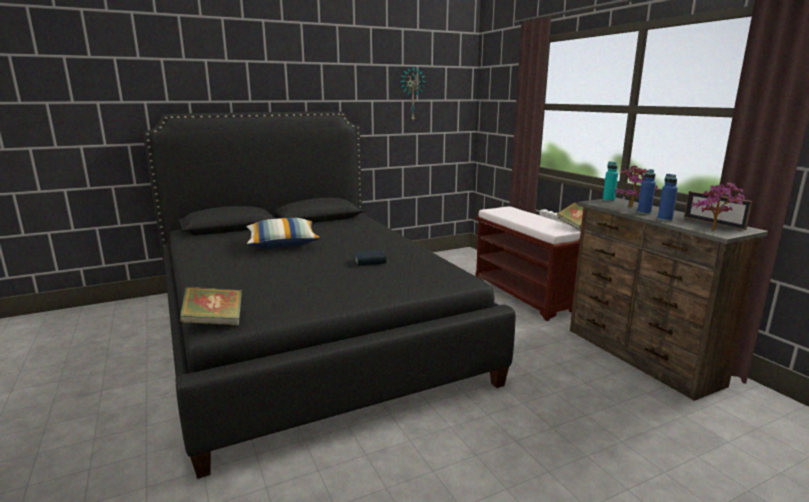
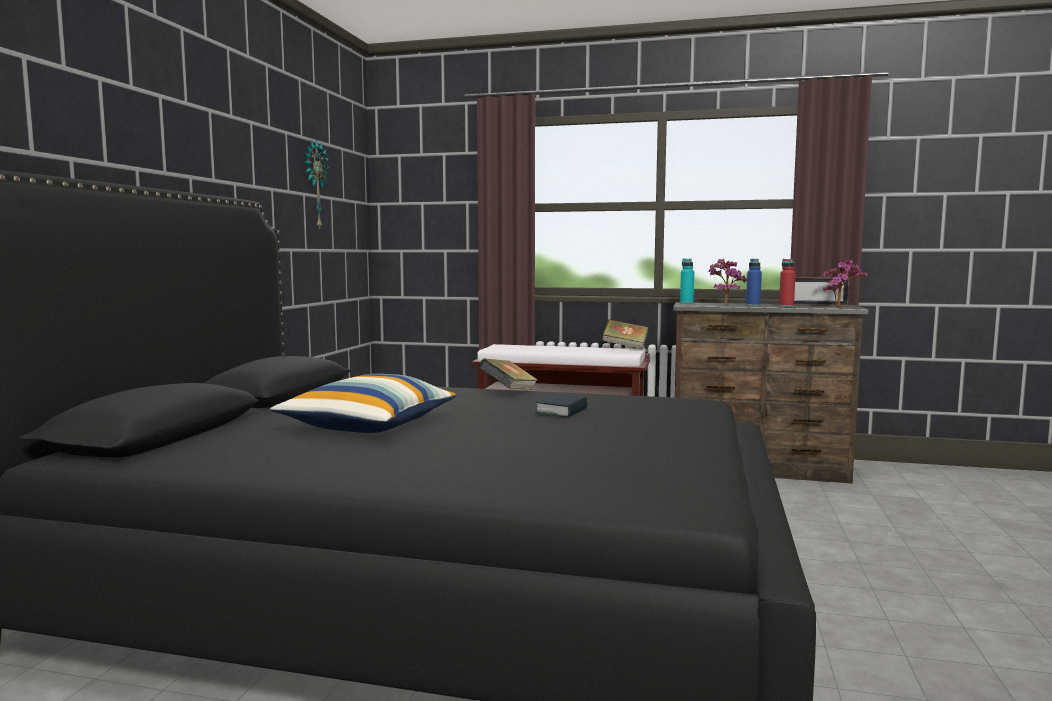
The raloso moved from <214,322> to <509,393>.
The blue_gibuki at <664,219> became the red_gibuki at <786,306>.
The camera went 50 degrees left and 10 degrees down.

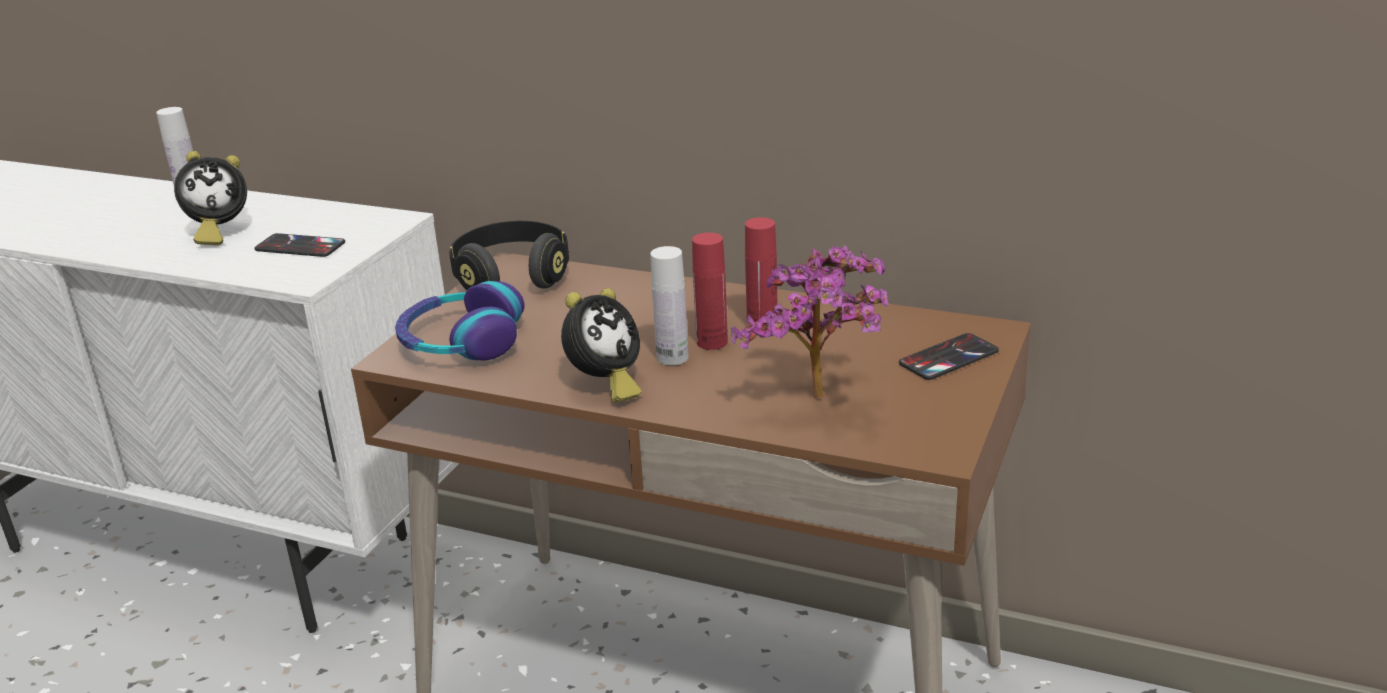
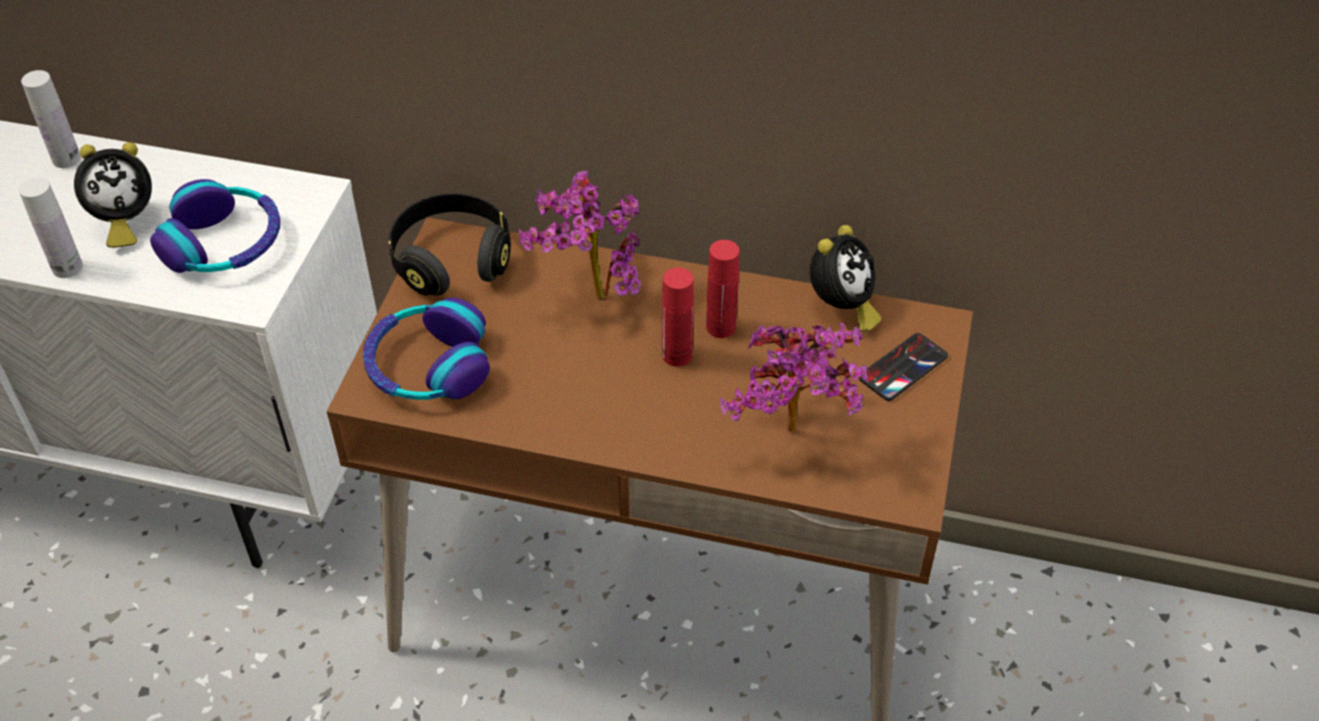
The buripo at <590,296> appeared.
The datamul moved from <605,385> to <841,308>.
The white_gibuki moved from <672,357> to <67,267>.
The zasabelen at <300,246> was replaced by the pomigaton at <224,244>.
The camera went 10 degrees left and 20 degrees up.

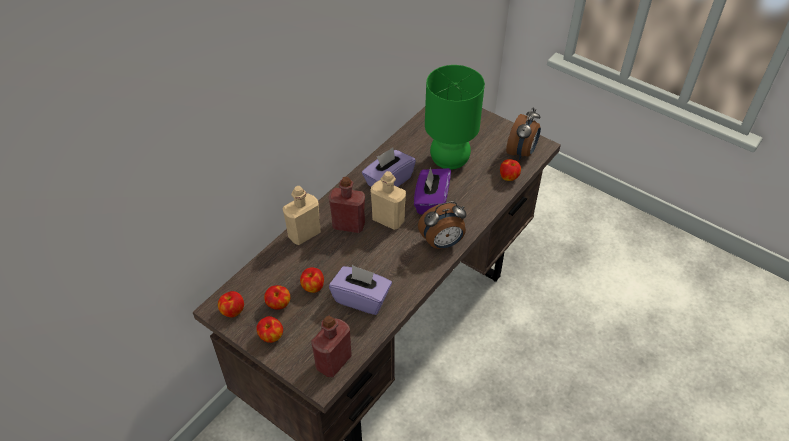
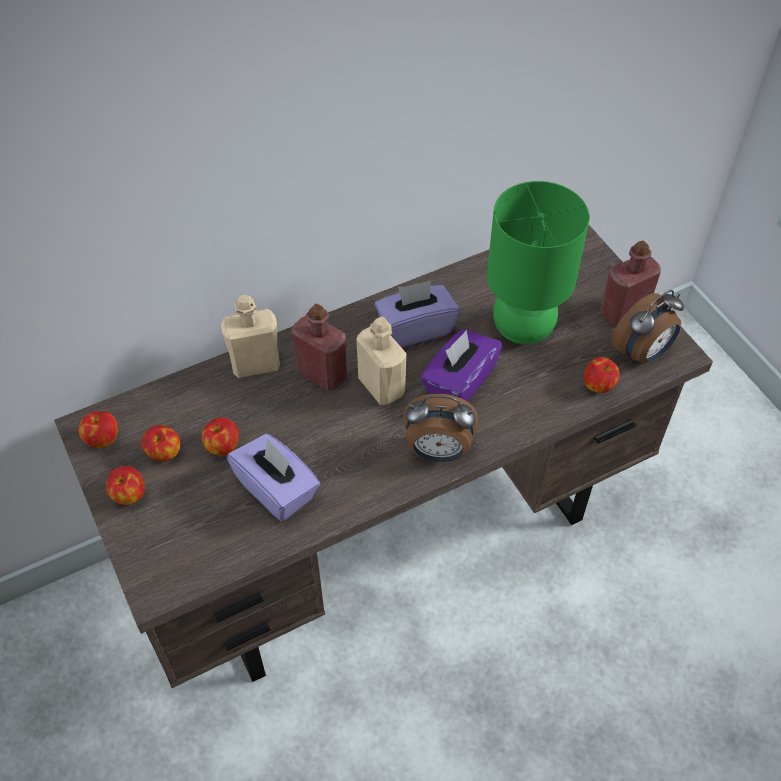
The red_gibuki moved from <333,362> to <623,312>.
The camera went 25 degrees right and 5 degrees up.

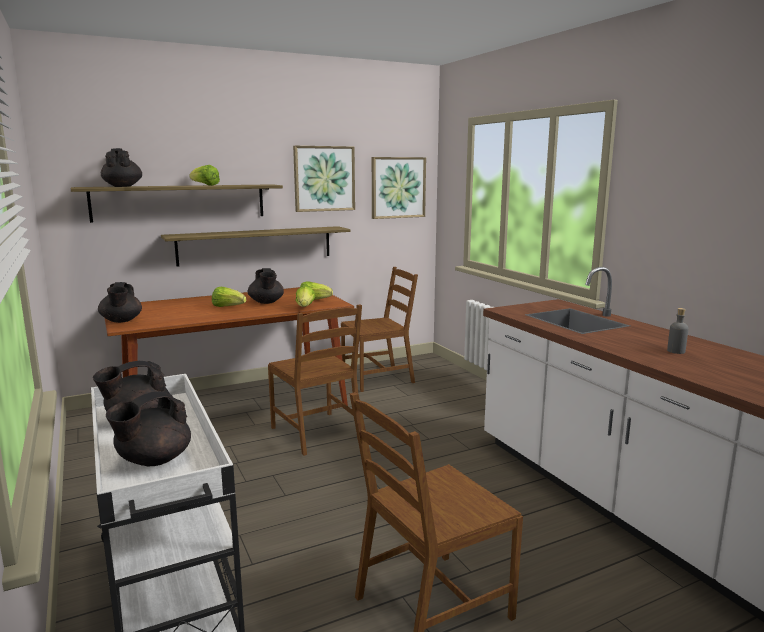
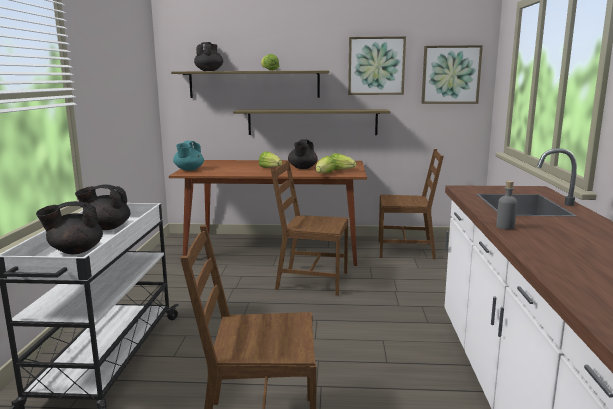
The grey_gibuki moved from <676,351> to <505,227>.
The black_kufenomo at <121,321> became the turquoise_kufenomo at <189,169>.
The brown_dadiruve at <317,433> turned 105 degrees clockwise.
The camera went 30 degrees right and 0 degrees up.

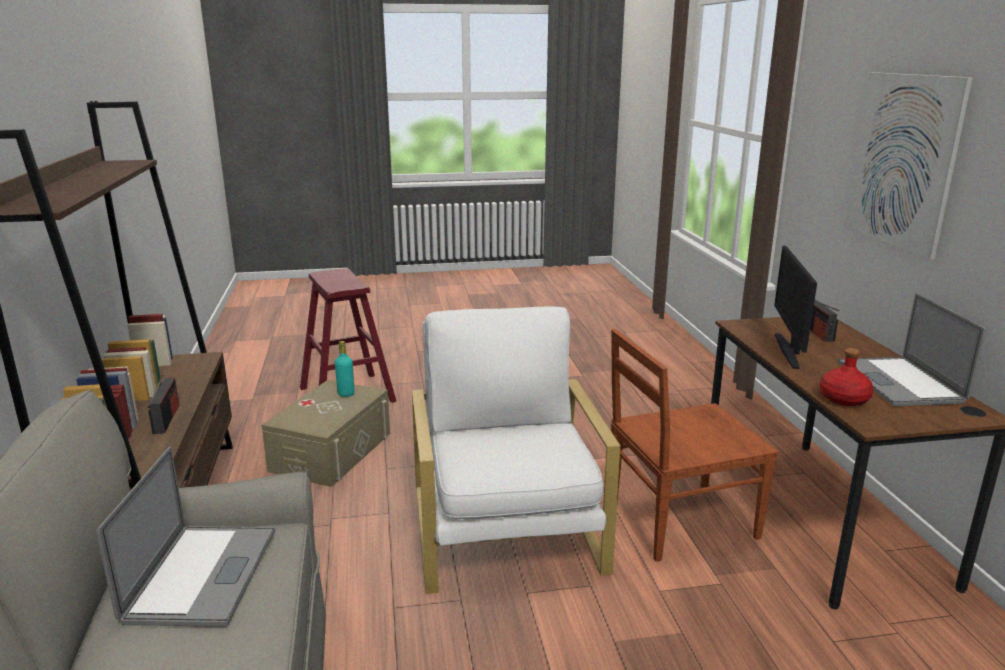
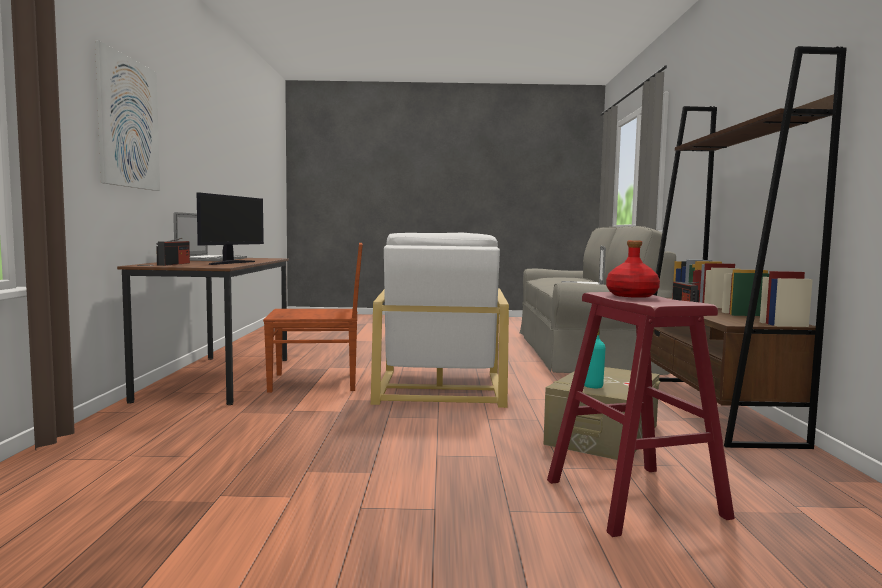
The red_gibuki moved from <844,398> to <631,295>.
The camera went 170 degrees left and 15 degrees down.

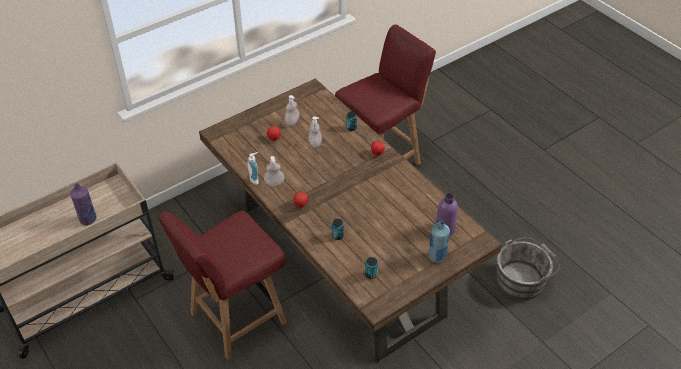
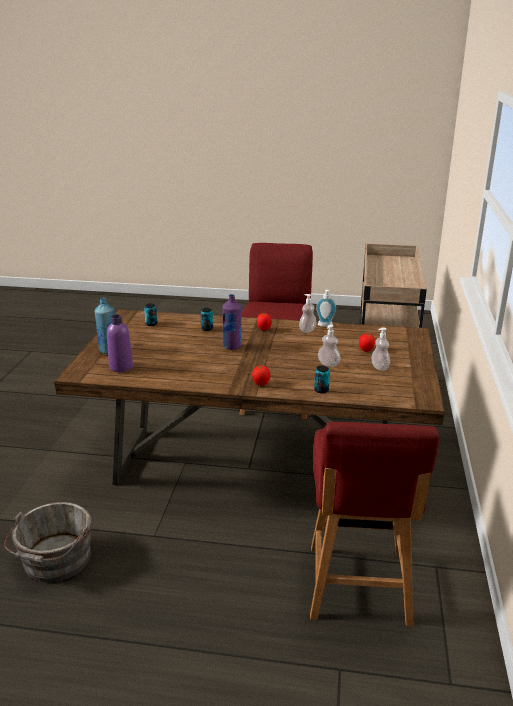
The purple_gibuki moved from <88,219> to <232,346>.
The camera went 135 degrees right and 20 degrees down.

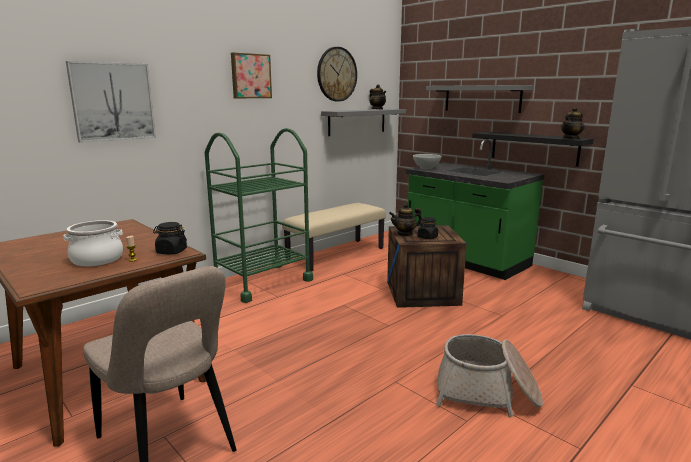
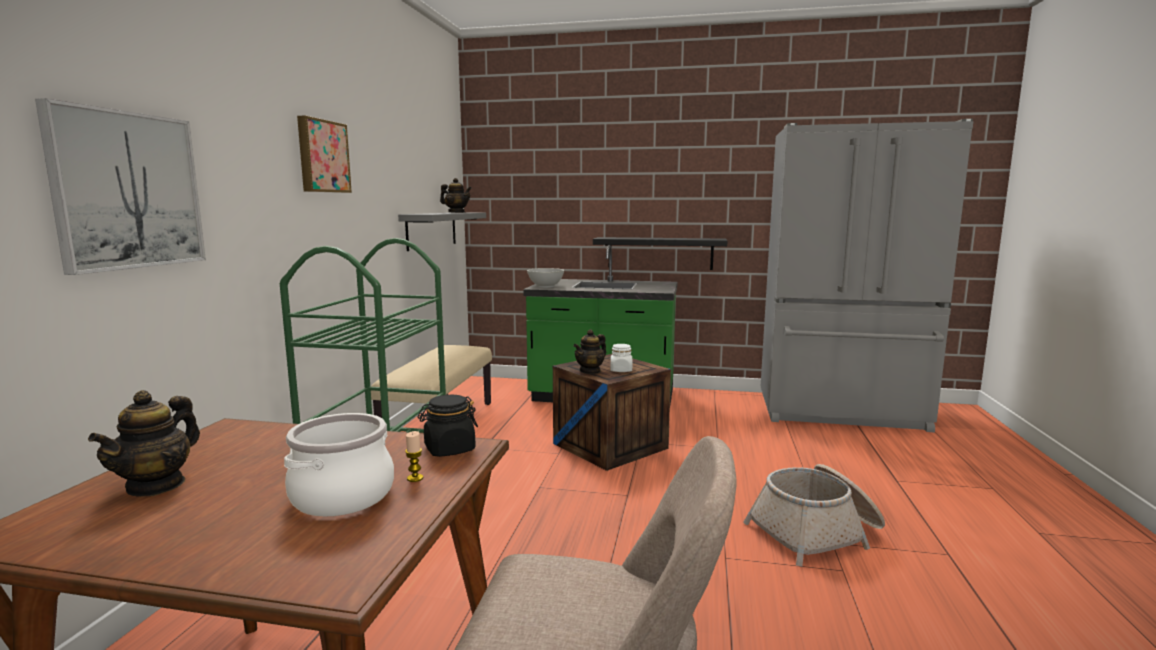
The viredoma at <336,74> disappeared.
The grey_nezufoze at <482,98> disappeared.
The kufenomo moved from <571,138> to <156,485>.
The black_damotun at <427,237> became the white_damotun at <621,370>.
The camera went 35 degrees left and 5 degrees down.

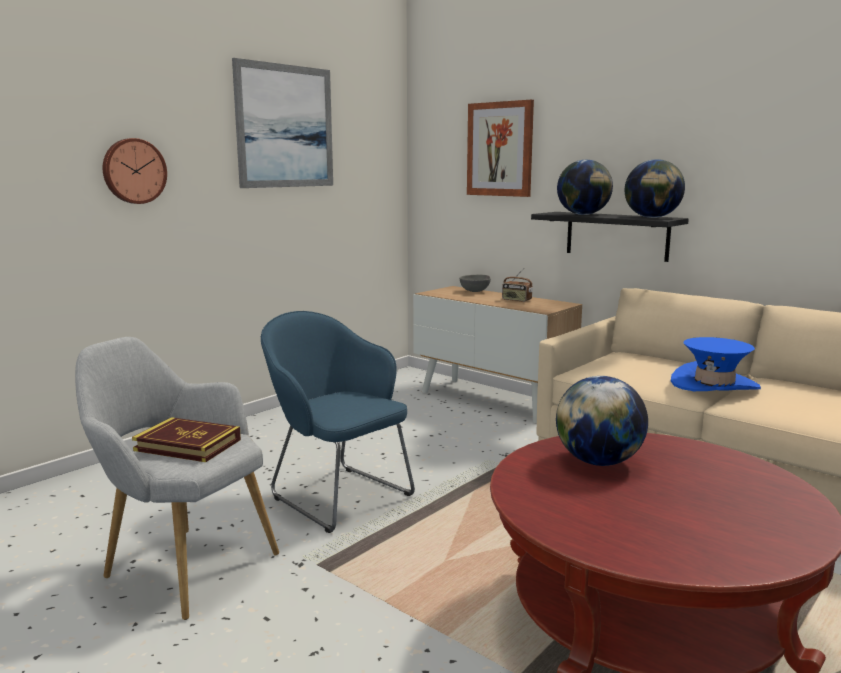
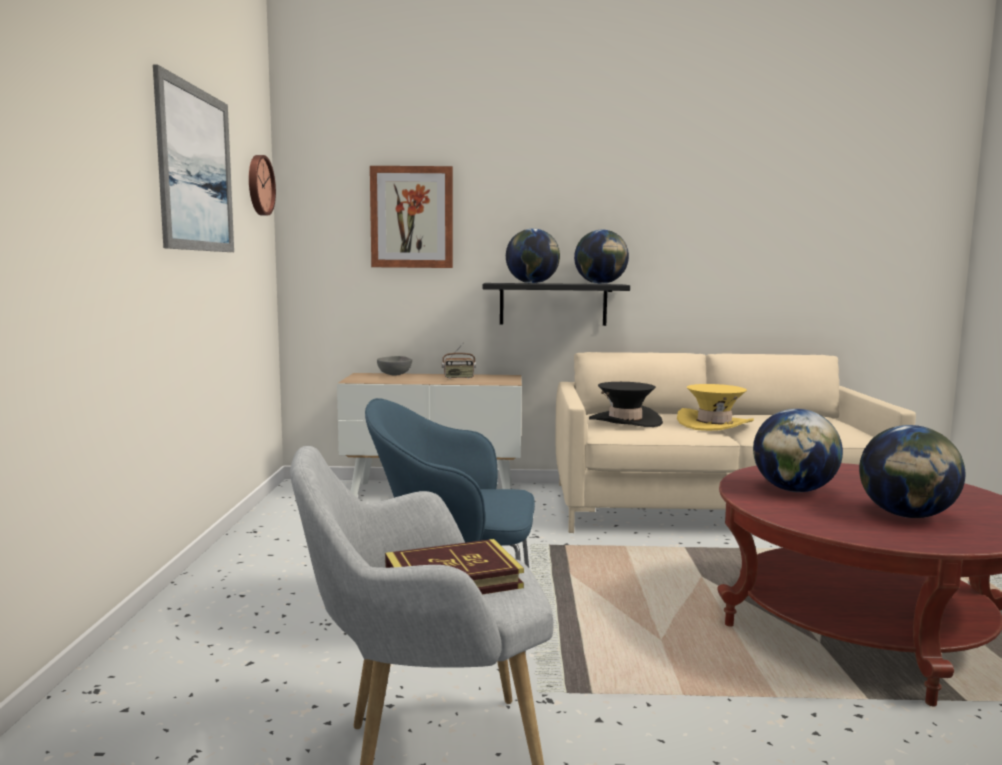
The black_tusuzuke at <625,421> appeared.
The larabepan at <906,515> appeared.
The viredoma moved from <133,171> to <259,185>.
The blue_tusuzuke at <714,384> became the yellow_tusuzuke at <714,424>.
The camera went 40 degrees left and 5 degrees down.

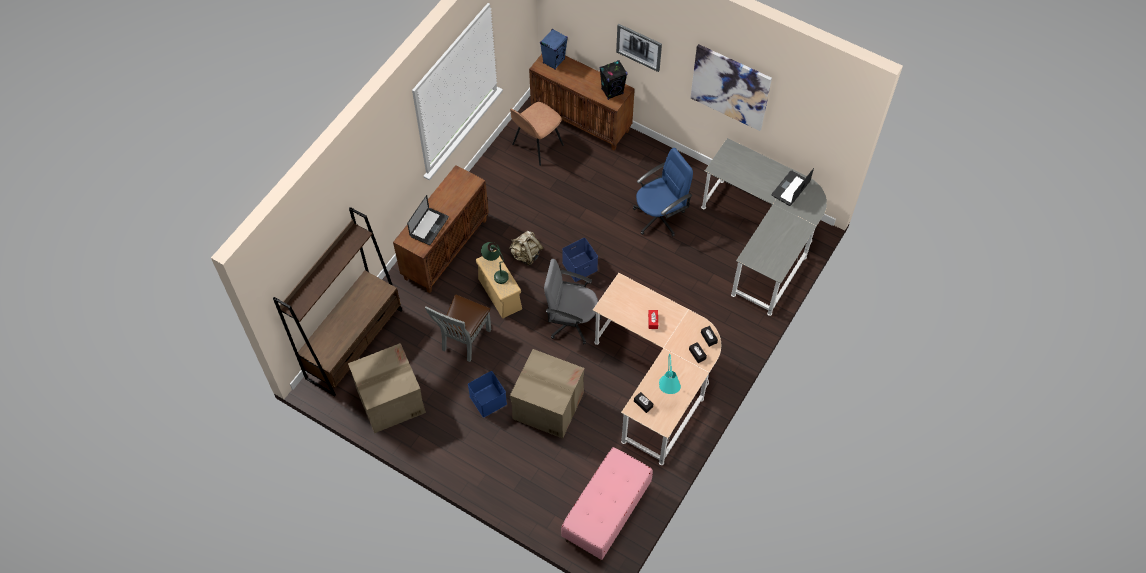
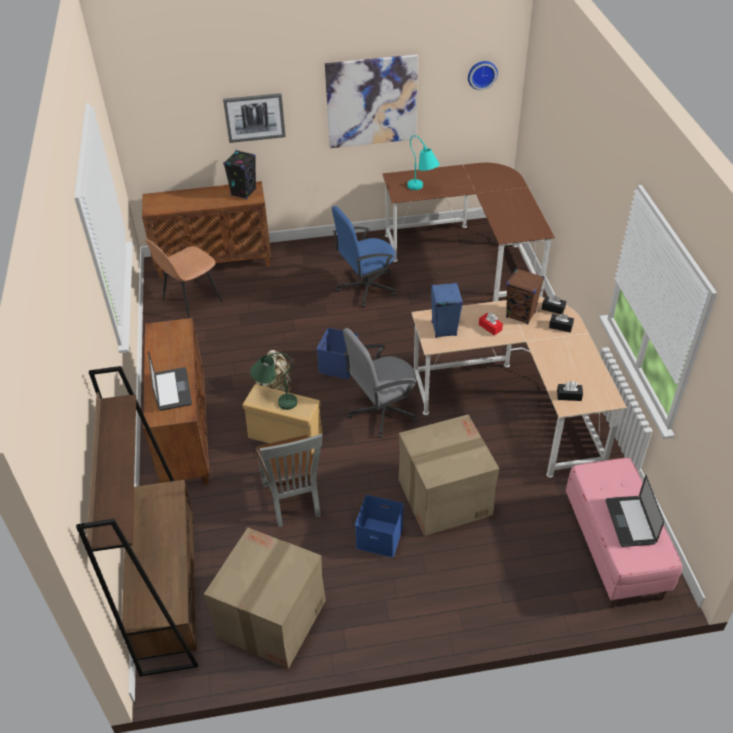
The viredoma at <482,74> appeared.
The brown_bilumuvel at <521,315> appeared.
The blue_bilumuvel moved from <554,61> to <444,329>.
The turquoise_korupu moved from <667,393> to <422,190>.
The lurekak moved from <790,189> to <630,522>.
The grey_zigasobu at <762,241> became the brown_zigasobu at <470,254>.
The brown_dadiruve at <536,145> turned 45 degrees clockwise.
The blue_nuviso at <659,217> turned 135 degrees counterclockwise.
The camera went 40 degrees left and 15 degrees down.

